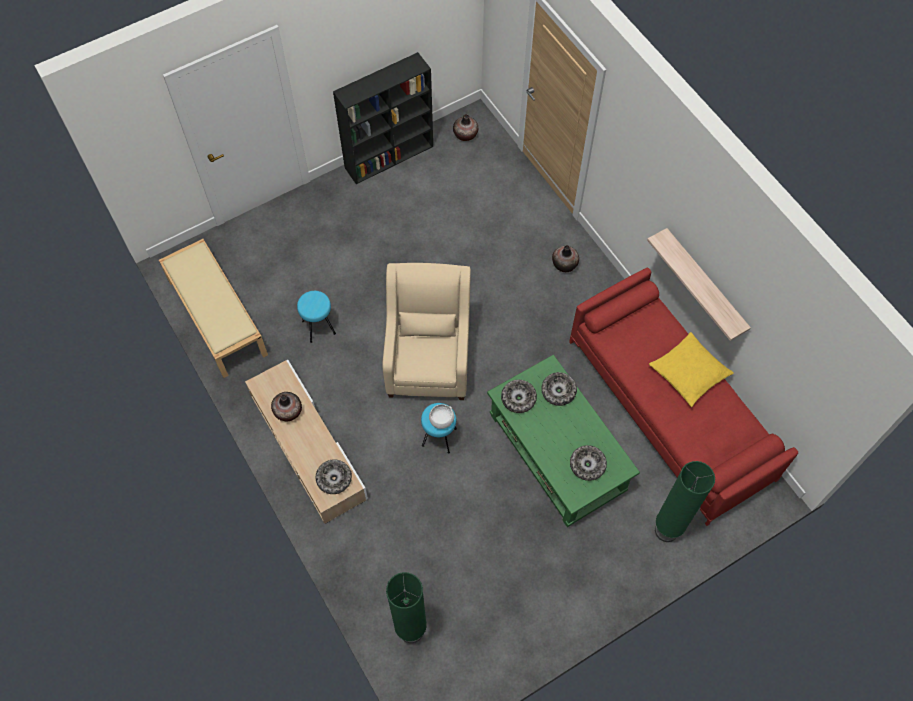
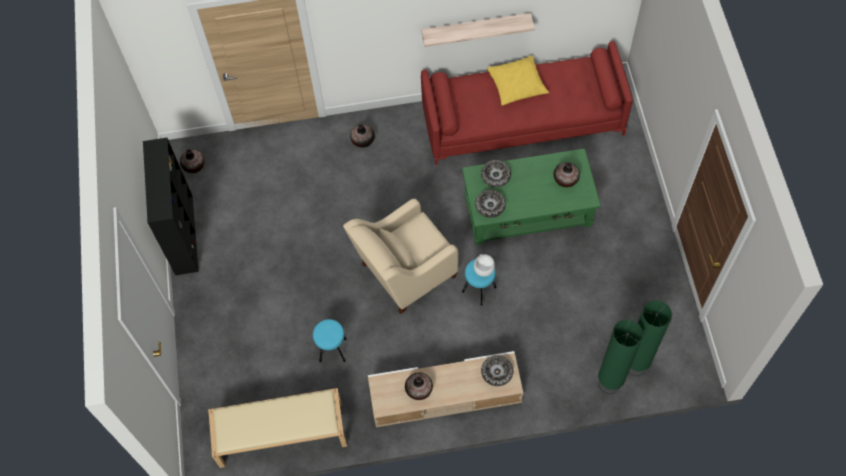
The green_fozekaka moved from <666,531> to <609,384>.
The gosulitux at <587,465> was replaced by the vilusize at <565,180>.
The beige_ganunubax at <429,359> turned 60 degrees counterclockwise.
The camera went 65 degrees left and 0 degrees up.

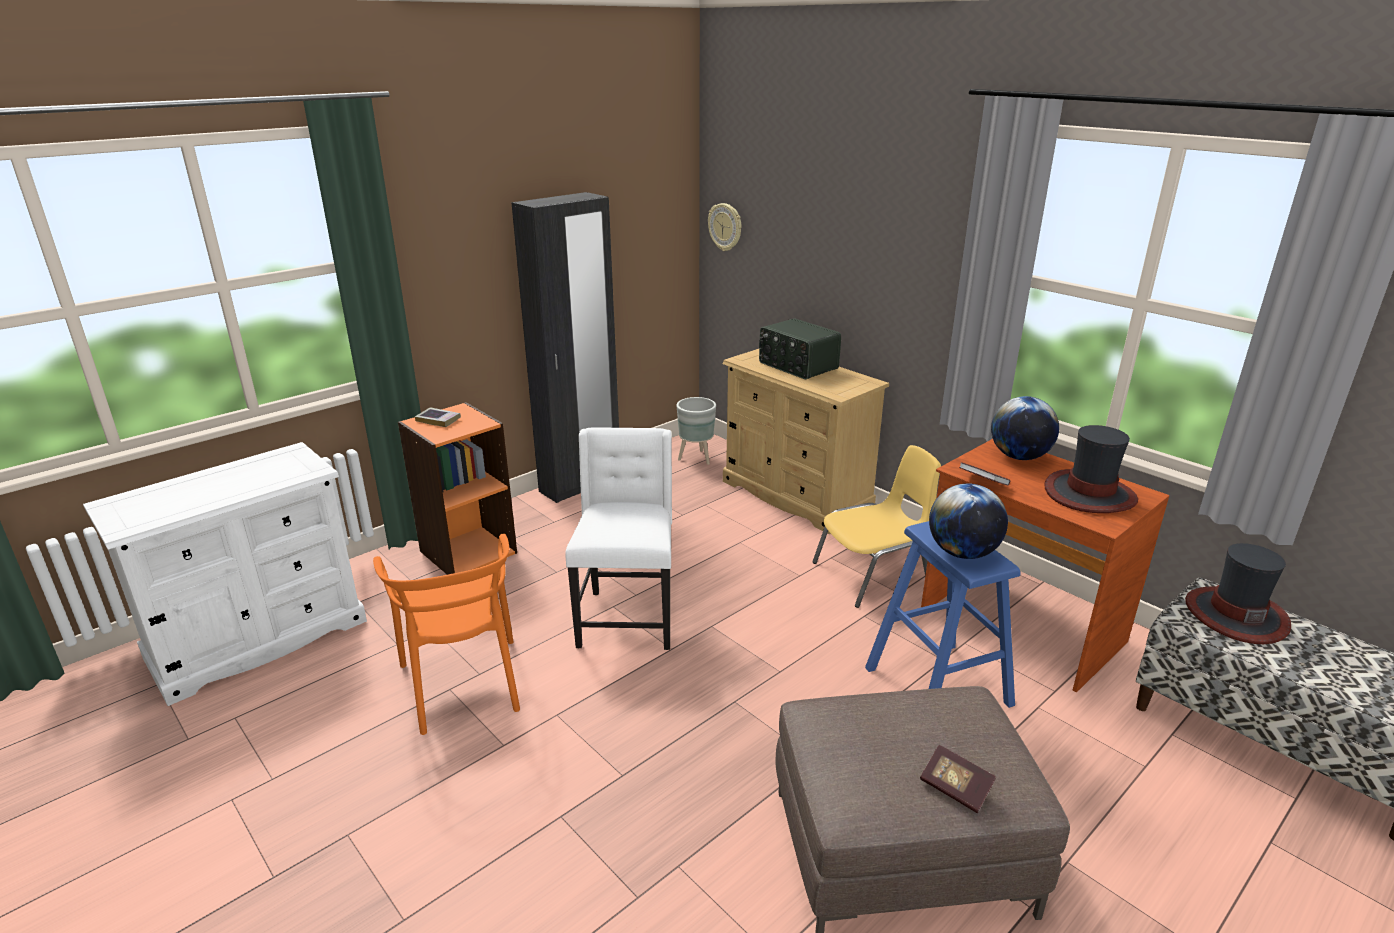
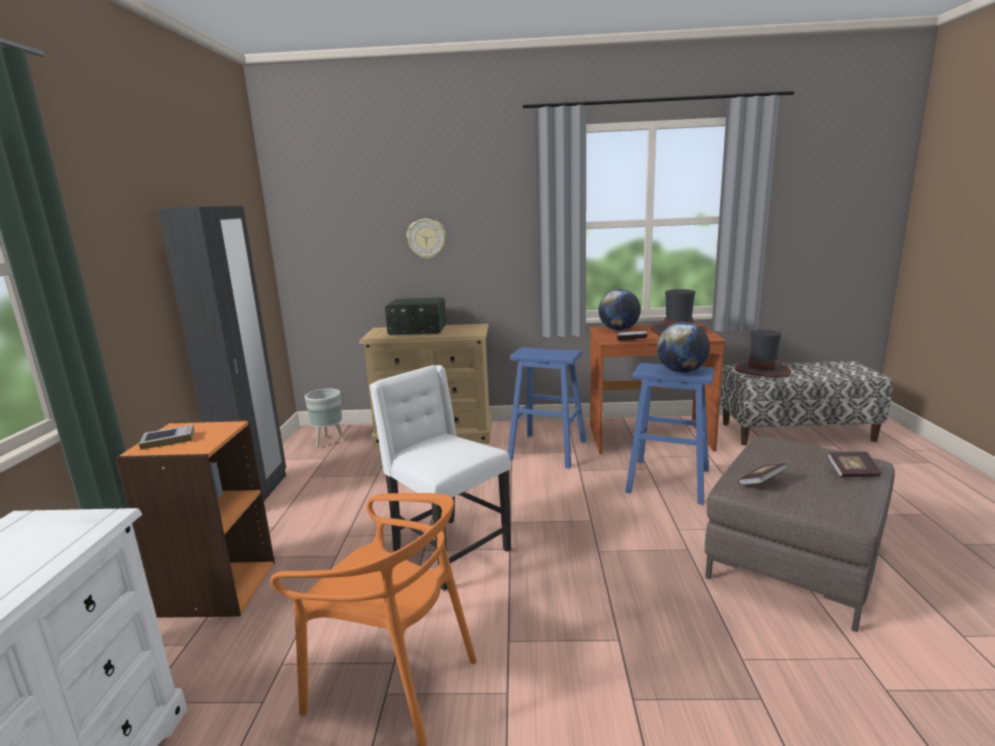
The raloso at <761,482> appeared.
The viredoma moved from <725,227> to <426,238>.
The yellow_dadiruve at <873,575> was replaced by the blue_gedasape at <548,450>.
The camera went 45 degrees left and 10 degrees down.

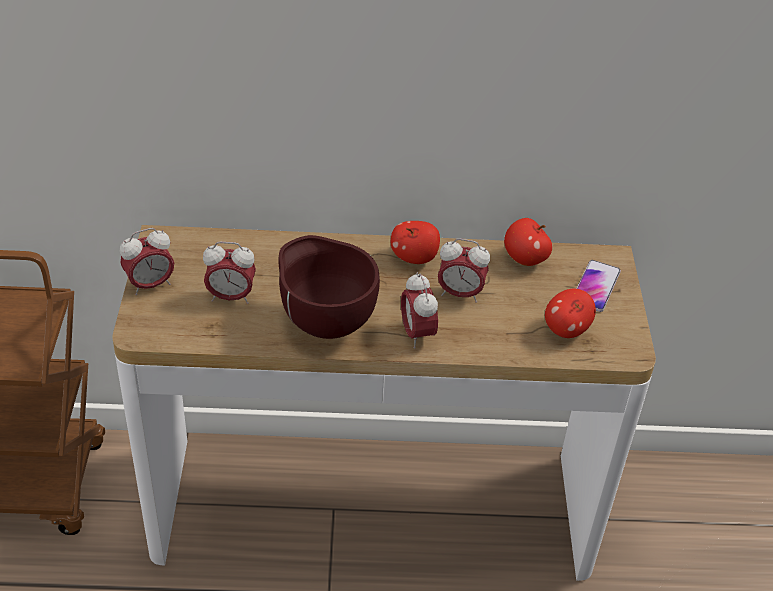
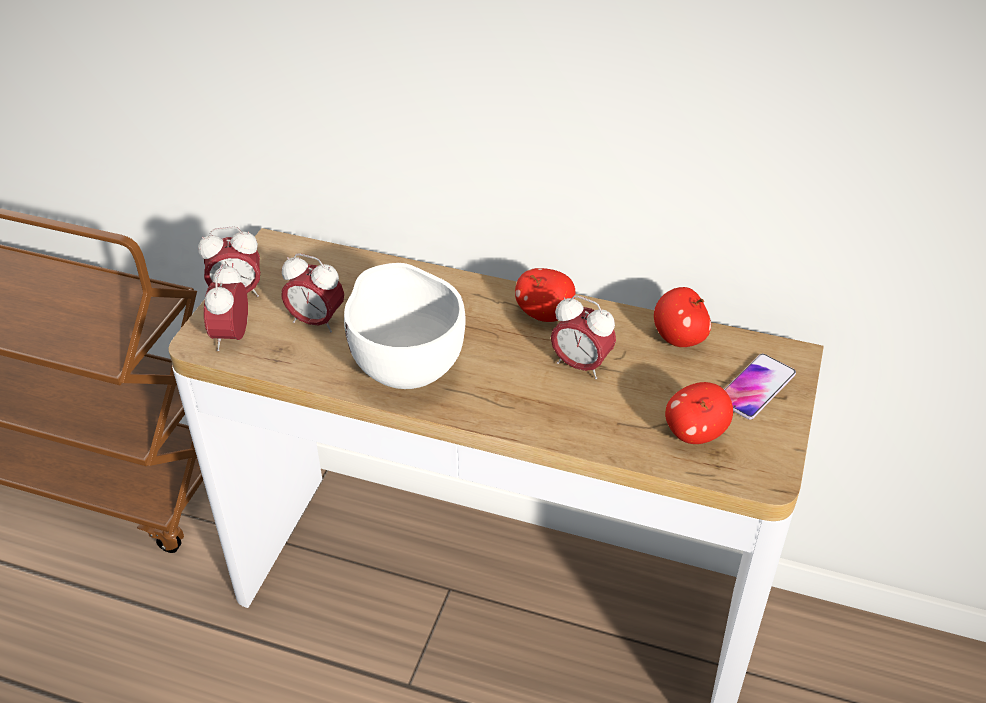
The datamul moved from <417,334> to <232,337>.
The brown_gosulitux at <325,323> became the white_gosulitux at <406,369>.
The camera went 20 degrees right and 0 degrees up.

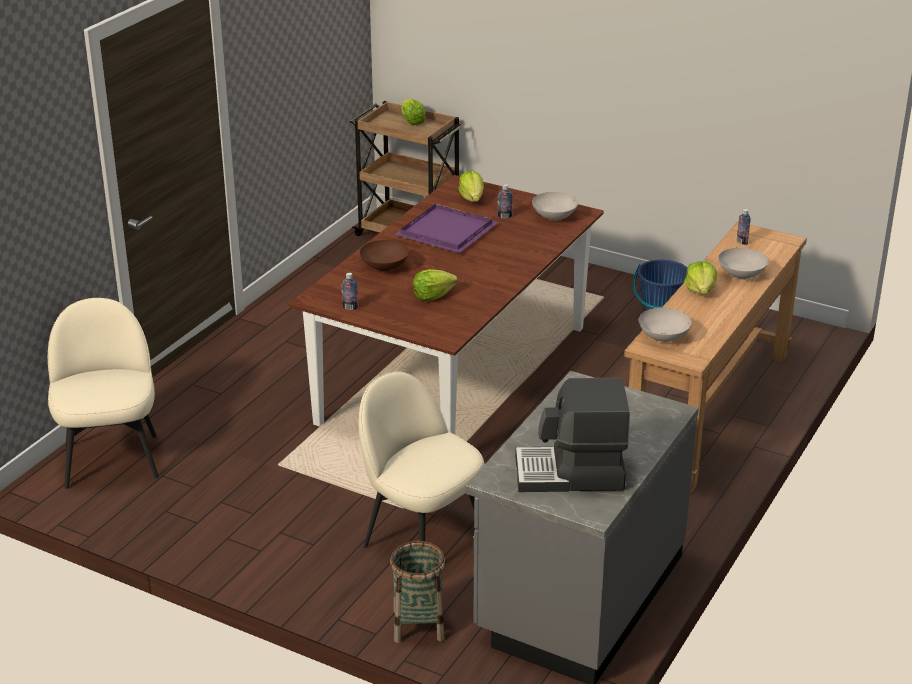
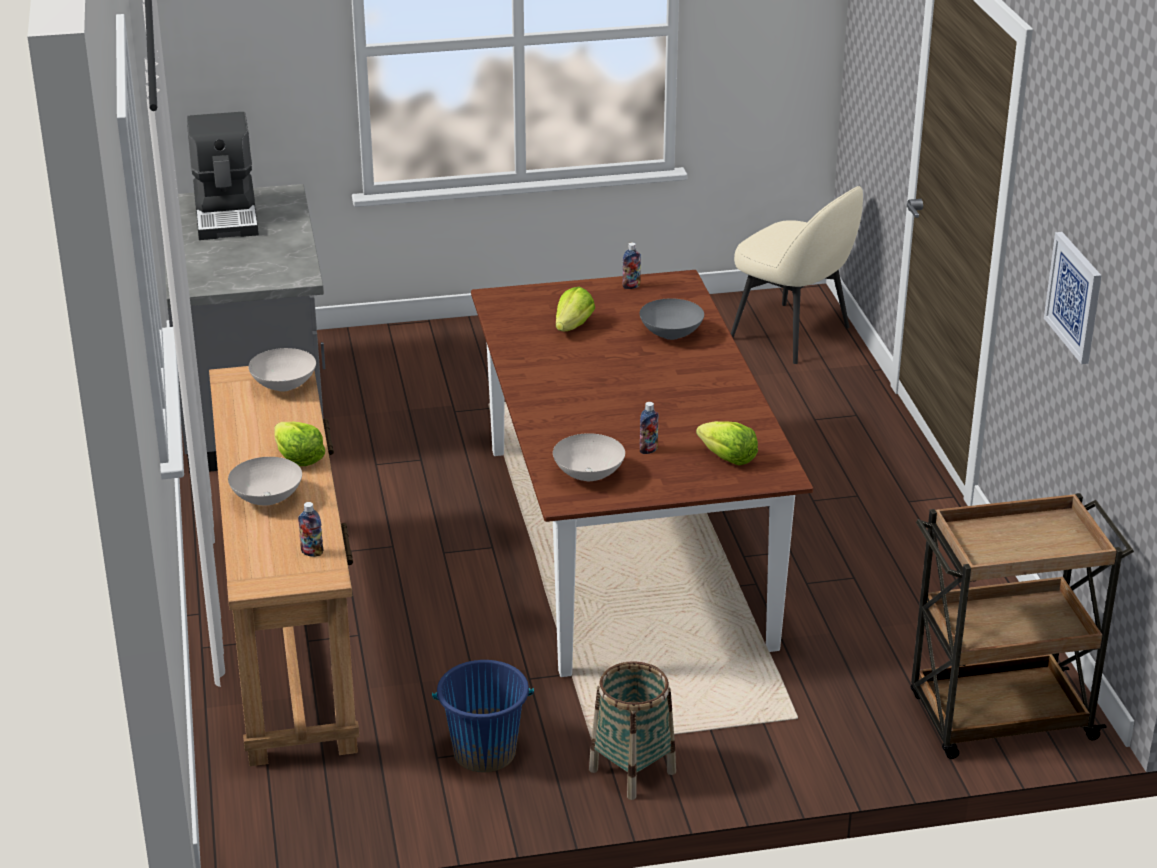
The beige_dadiruve at <422,538> disappeared.
The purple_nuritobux at <444,232> disappeared.
The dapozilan at <411,121> disappeared.
The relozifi at <1075,297> appeared.
The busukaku moved from <418,625> to <632,770>.
The brown_gosulitux at <385,267> became the grey_gosulitux at <670,335>.
The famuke at <570,474> turned 120 degrees clockwise.
The camera went 140 degrees right and 0 degrees up.

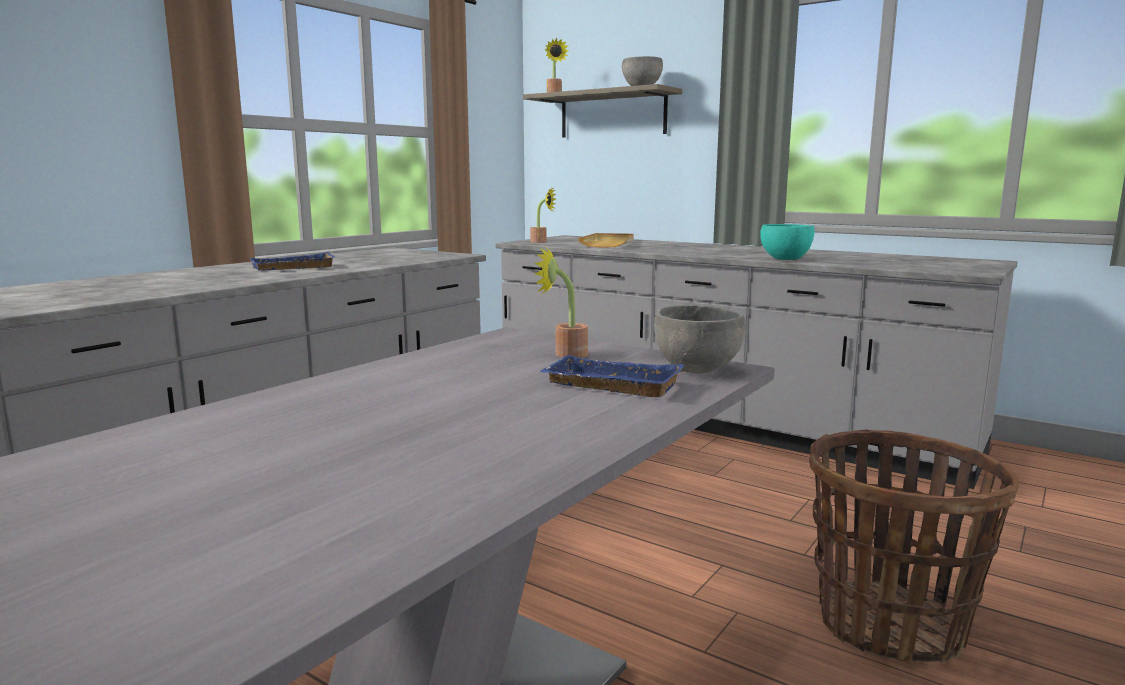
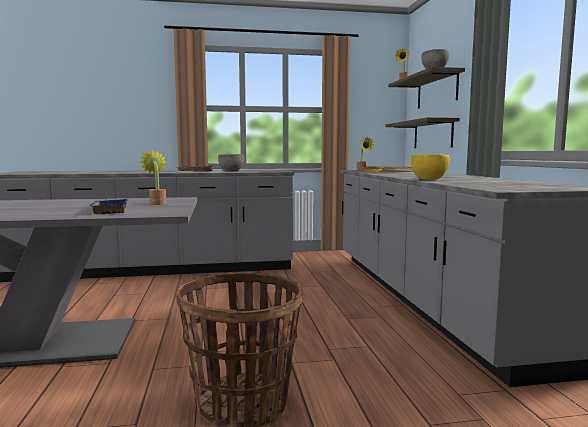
The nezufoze at <432,134> appeared.
The grey_gosulitux moved from <696,369> to <231,171>.
The turquoise_gosulitux at <786,259> became the yellow_gosulitux at <429,179>.
The camera went 45 degrees right and 5 degrees down.

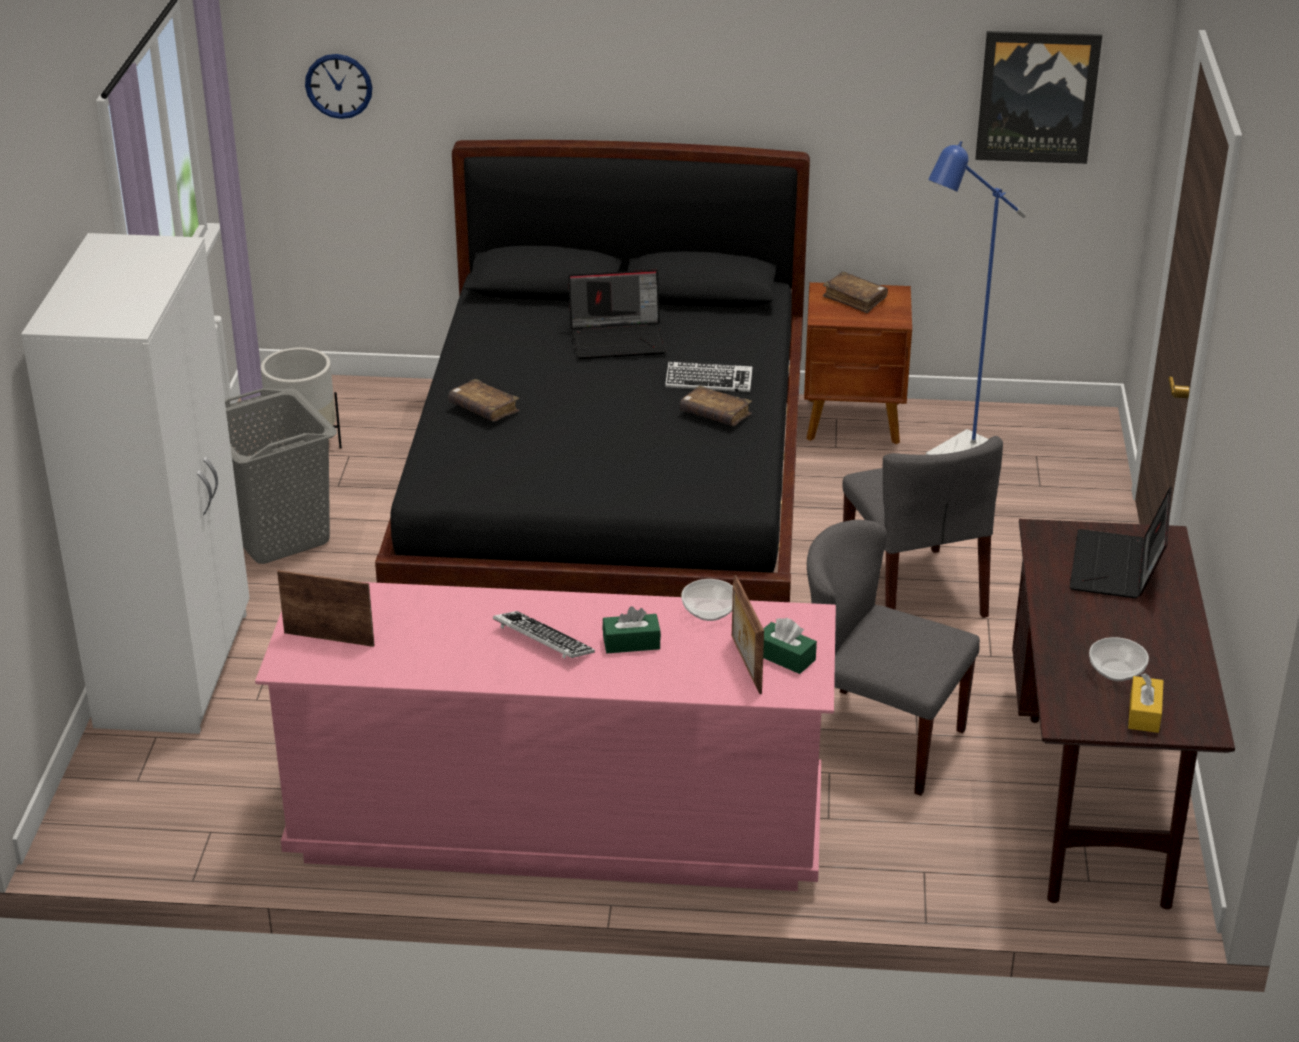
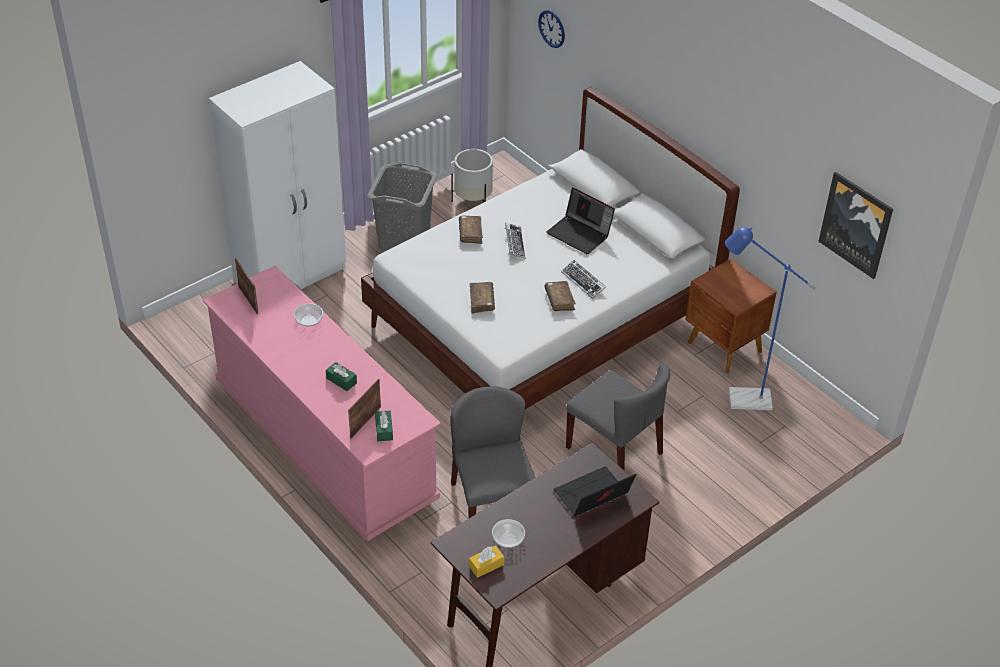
The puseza moved from <543,641> to <514,243>.
The gosulitux moved from <709,611> to <309,320>.
The brown_raloso moved from <855,298> to <482,301>.
The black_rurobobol at <611,517> became the white_rurobobol at <543,321>.
The grey_dadiruve at <914,591> turned 75 degrees counterclockwise.
The camera went 45 degrees right and 10 degrees up.

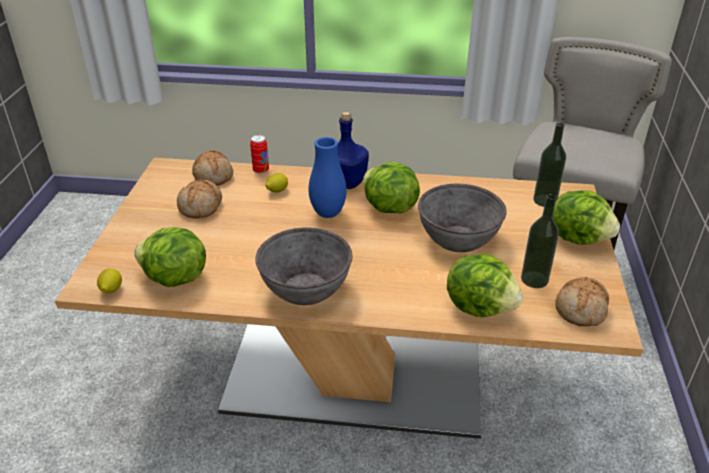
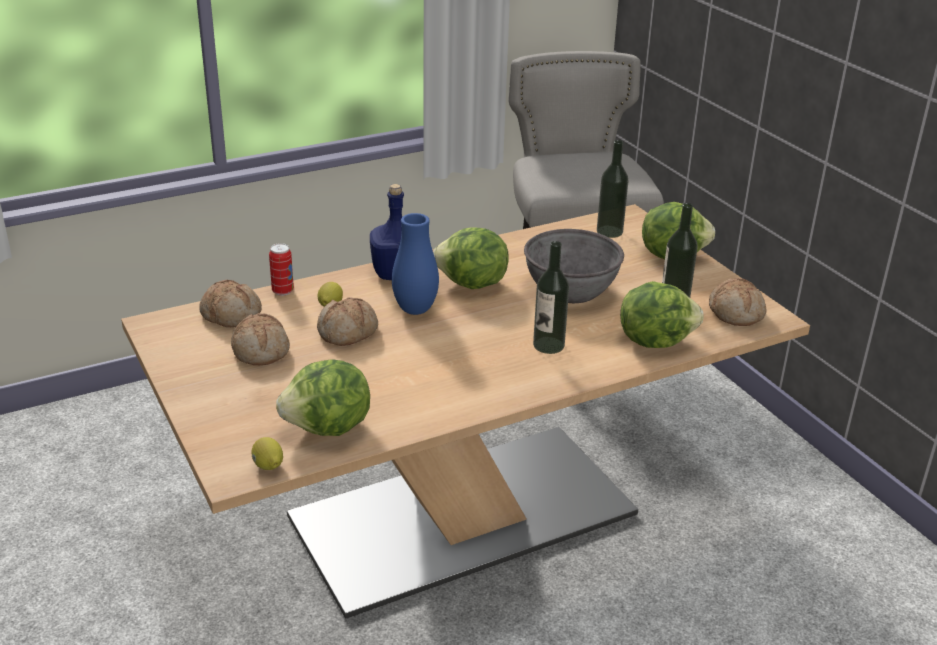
The grey_gosulitux at <305,288> disappeared.
The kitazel at <348,333> appeared.
The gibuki at <548,345> appeared.
The camera went 35 degrees left and 5 degrees down.

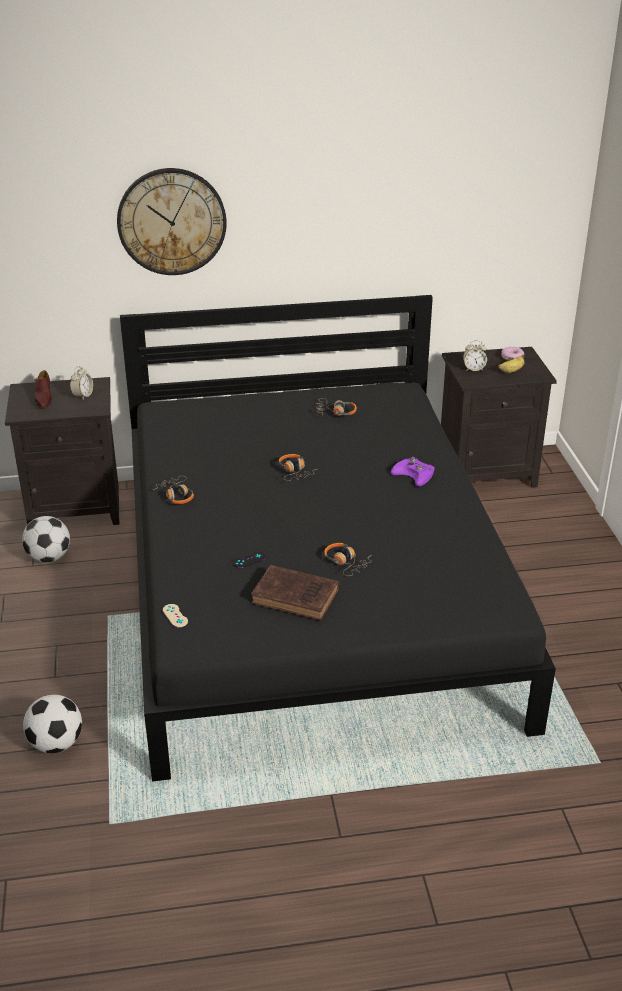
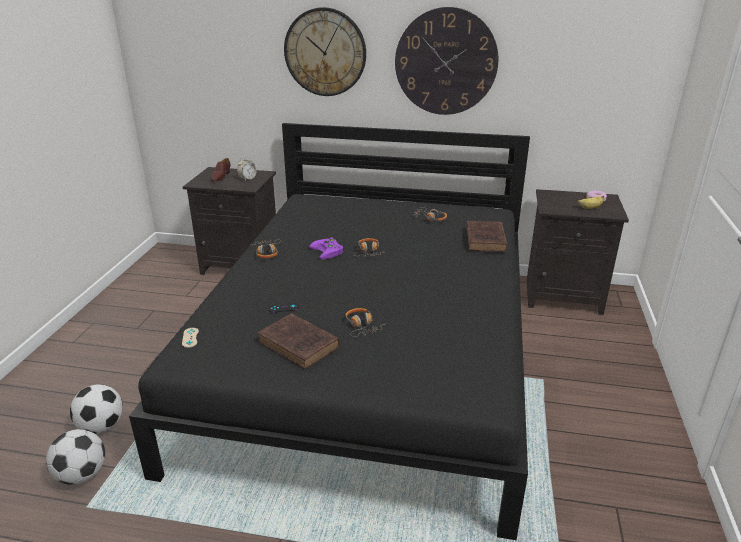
The datamul at <474,369> disappeared.
The viredoma at <446,62> appeared.
The brown_raloso at <486,240> appeared.
The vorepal moved from <49,558> to <82,475>.
The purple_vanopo moved from <415,474> to <328,251>.
The camera went 20 degrees right and 5 degrees down.

